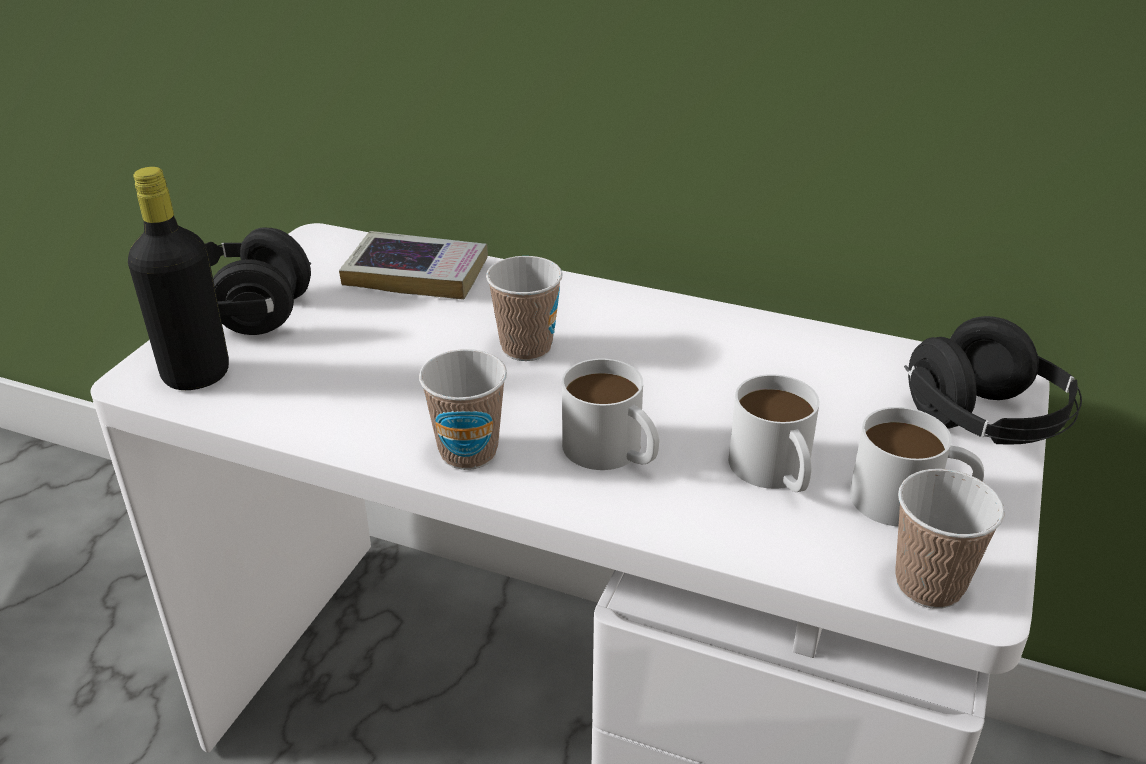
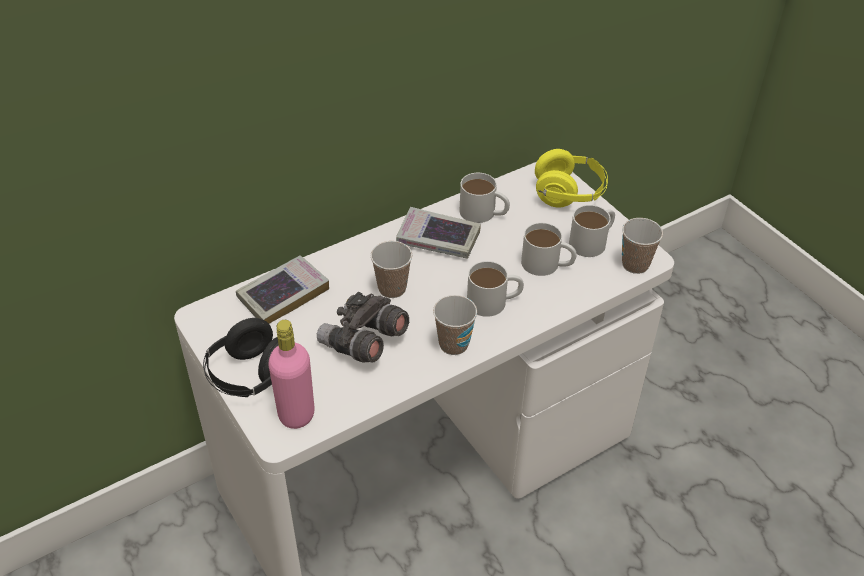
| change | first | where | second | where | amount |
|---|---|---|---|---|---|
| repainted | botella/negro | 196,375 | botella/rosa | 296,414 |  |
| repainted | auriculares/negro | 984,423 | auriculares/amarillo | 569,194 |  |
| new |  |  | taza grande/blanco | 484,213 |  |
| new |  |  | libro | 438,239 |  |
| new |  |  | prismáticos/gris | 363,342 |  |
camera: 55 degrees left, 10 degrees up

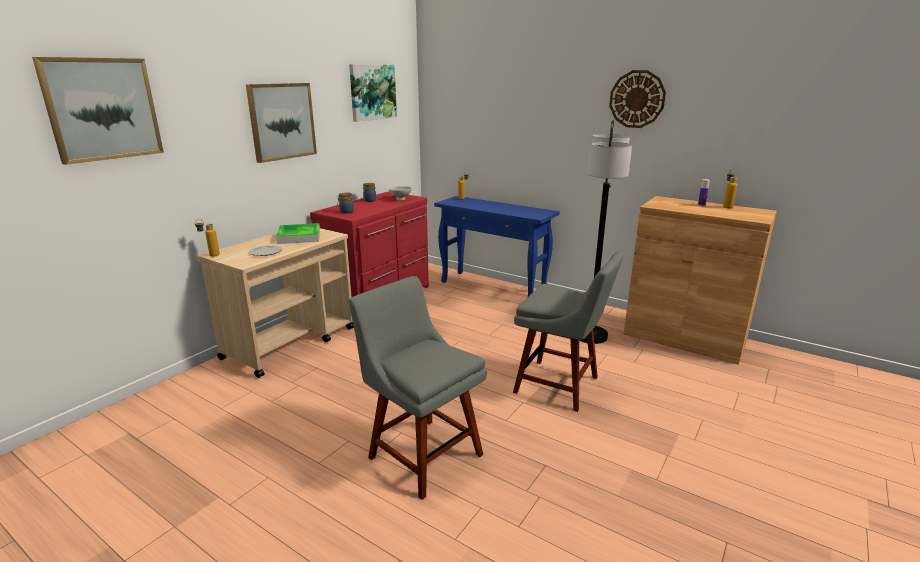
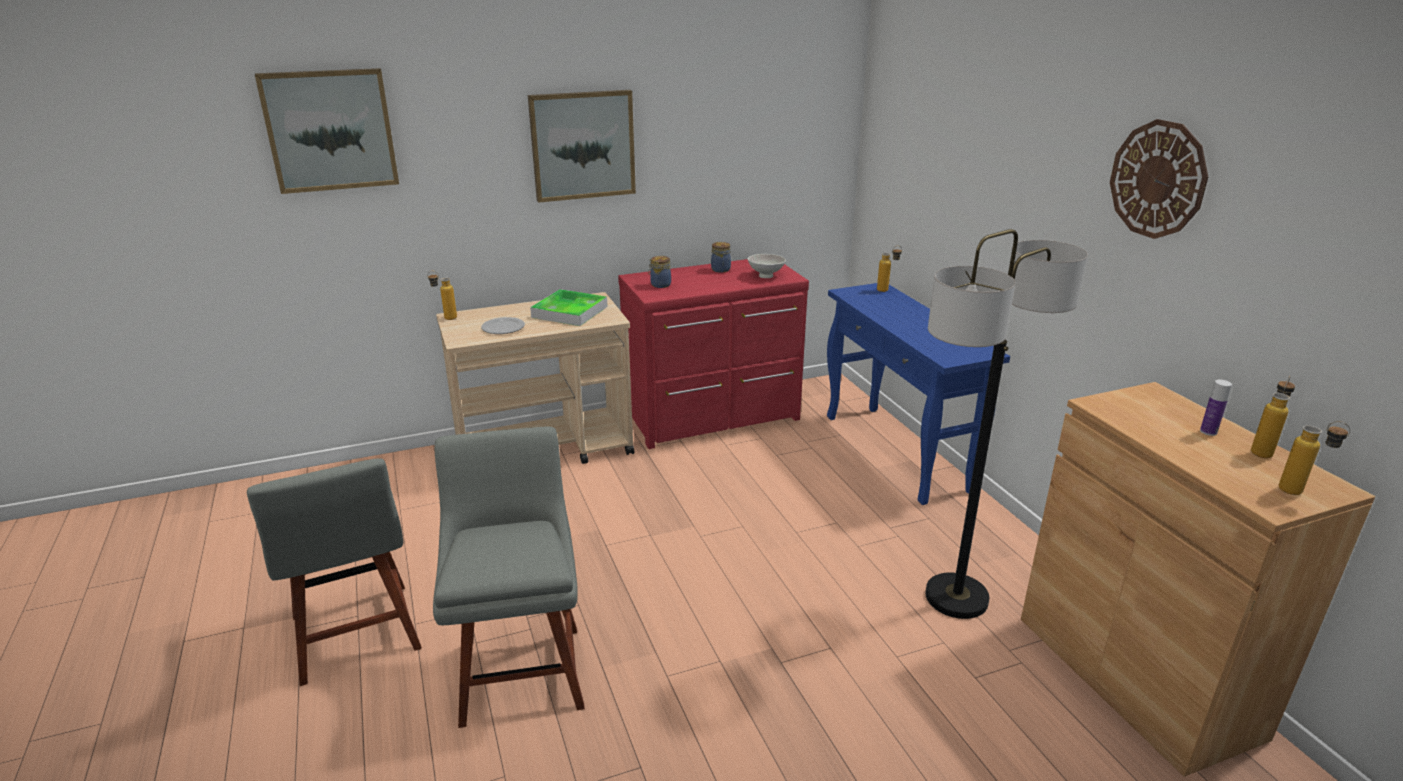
| change | first | where | second | where | amount |
|---|---|---|---|---|---|
| gone | cuadro | 372,92 |  |  |  |
| shifted | silla/gris | 561,386 |  | 356,637 |  |
| new |  |  | botella | 1300,493 |  |
camera: 35 degrees right, 5 degrees up

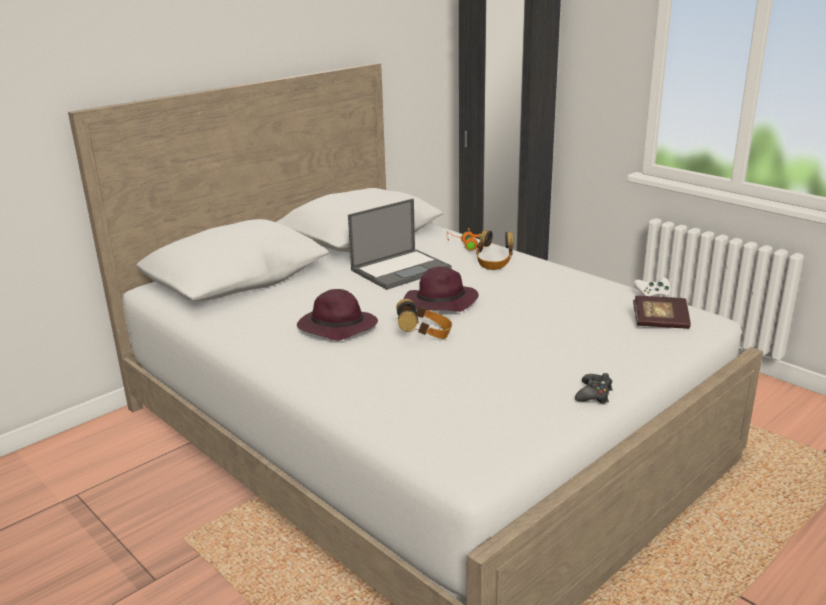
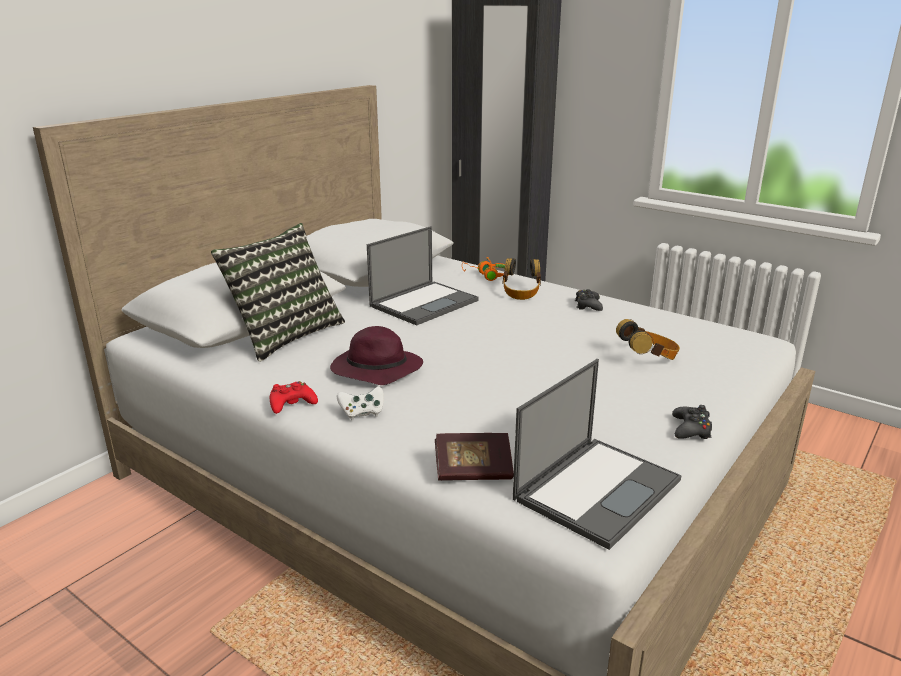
| change | first | where | second | where | amount |
|---|---|---|---|---|---|
| gone | sombrero/morado | 439,303 |  |  |  |
| shifted | mando de consola/blanco | 652,296 |  | 362,413 |  |
| shifted | libro | 660,323 |  | 473,471 |  |
| shifted | auriculares | 425,336 |  | 648,358 |  |
| new |  |  | cojín | 285,335 |  |
| new |  |  | mando de consola/negro | 588,305 |  |
| new |  |  | portátil | 598,488 |  |
| new |  |  | mando de consola/rojo | 292,403 |  |
camera: 10 degrees left, 0 degrees up

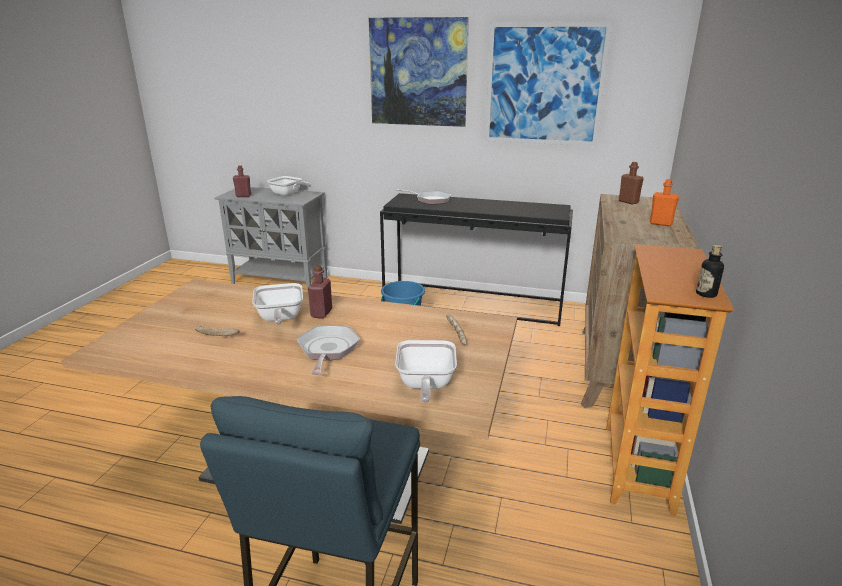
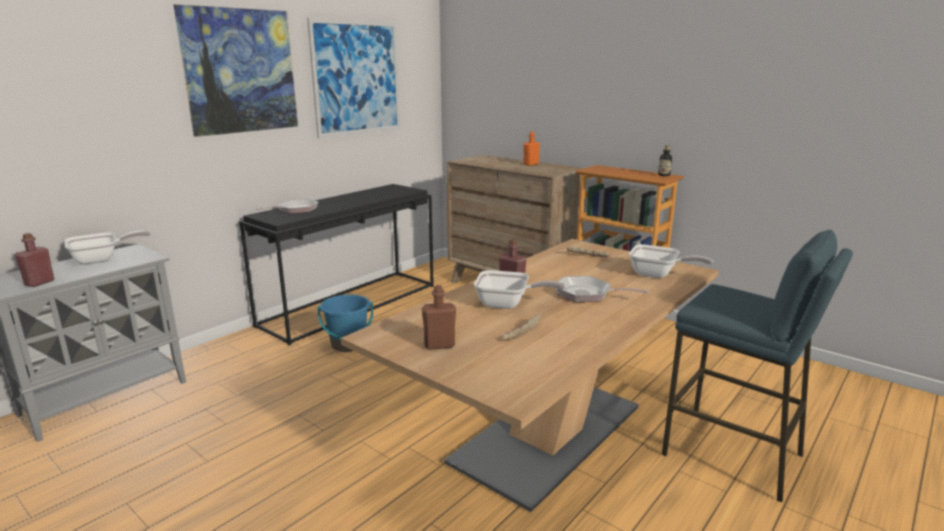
| change | first | where | second | where | amount |
|---|---|---|---|---|---|
| shifted | botella/marrón | 628,202 |  | 439,345 |  |
camera: 65 degrees left, 5 degrees down

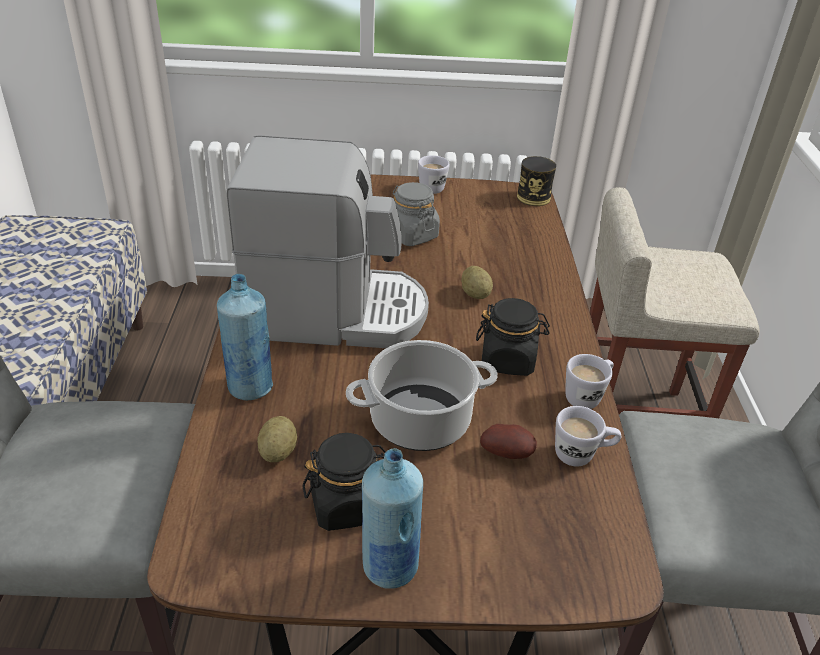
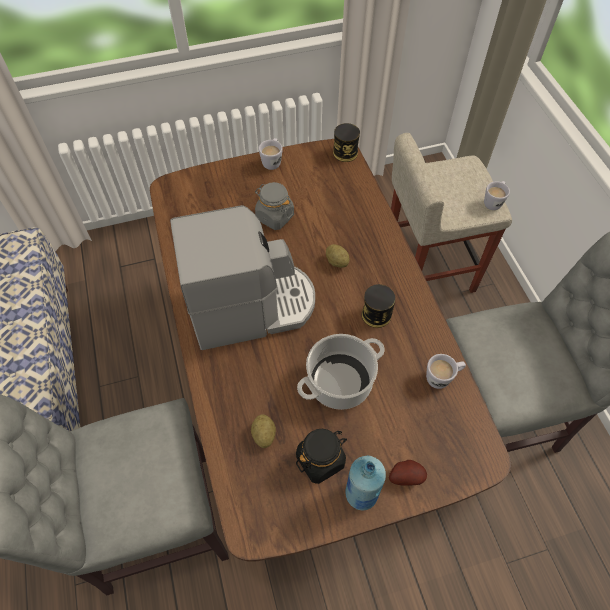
| change | first | where | second | where | amount |
|---|---|---|---|---|---|
| gone | botella/azul | 250,387 |  |  |  |
| swapped | tarro/negro | 508,360 | lata | 376,314 |  |
| shifted | taza grande/blanco | 587,396 |  | 493,202 |  |
| shifted | patata | 507,453 |  | 405,476 |  |
camera: 15 degrees left, 20 degrees up

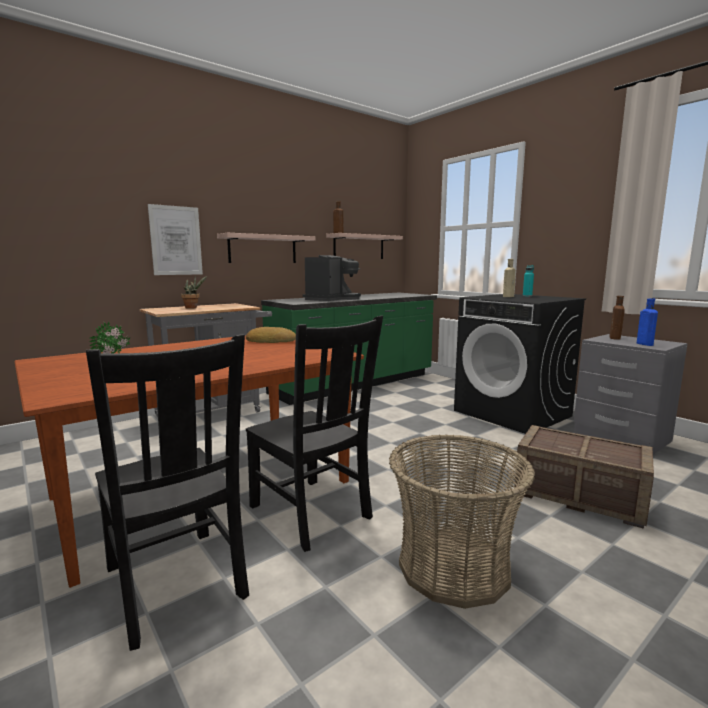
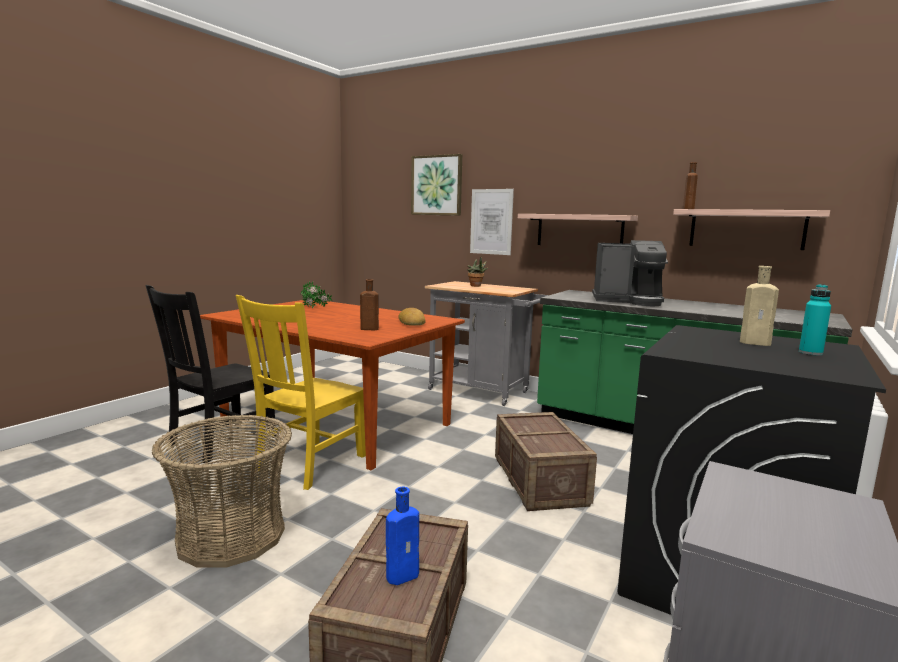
| change | first | where | second | where | amount |
|---|---|---|---|---|---|
| shifted | botella/marrón | 615,338 |  | 368,329 |  |
| shifted | botella/azul | 643,344 |  | 405,575 |  |
| repainted | silla/negro | 312,513 | silla/amarillo | 308,464 |  |
| new |  |  | cuadro | 437,185 |  |
| new |  |  | caja de embalaje | 540,481 |  |
camera: 70 degrees right, 0 degrees up

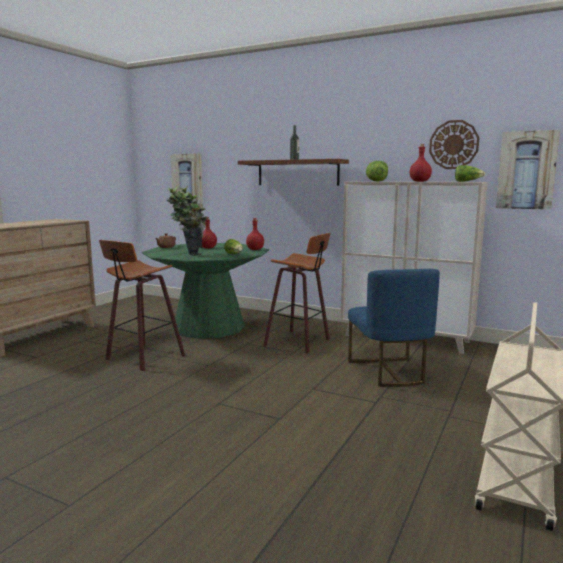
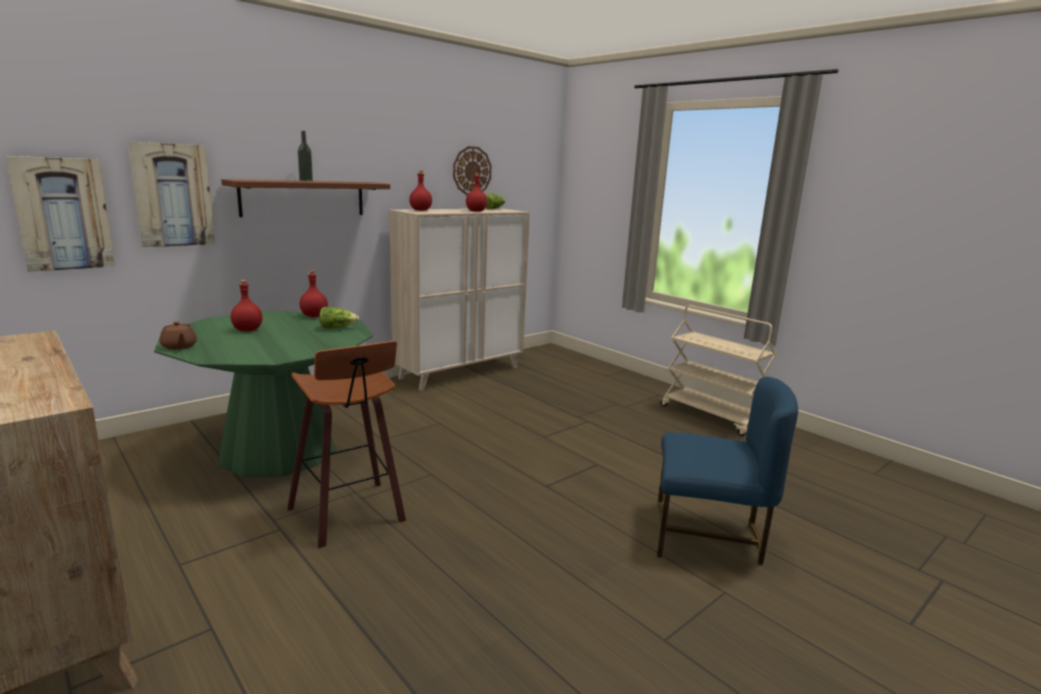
| change | first | where | second | where | amount |
|---|---|---|---|---|---|
| shifted | cuadro | 526,170 |  | 173,195 |  |
| swapped | lechuga | 376,181 | botella/rojo | 421,210 |  |
| gone | planta en maceta | 188,254 |  |  |  |
| gone | taburete | 300,342 |  |  |  |
| shifted | silla/azul | 389,372 |  | 707,536 |  |
camera: 70 degrees left, 5 degrees up

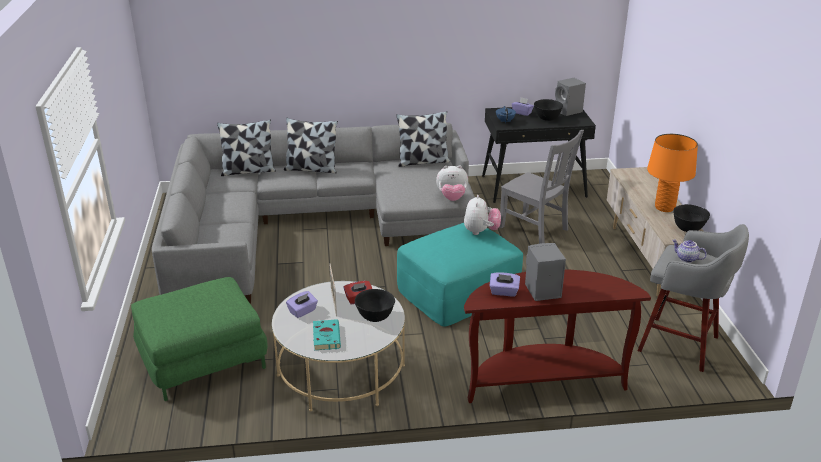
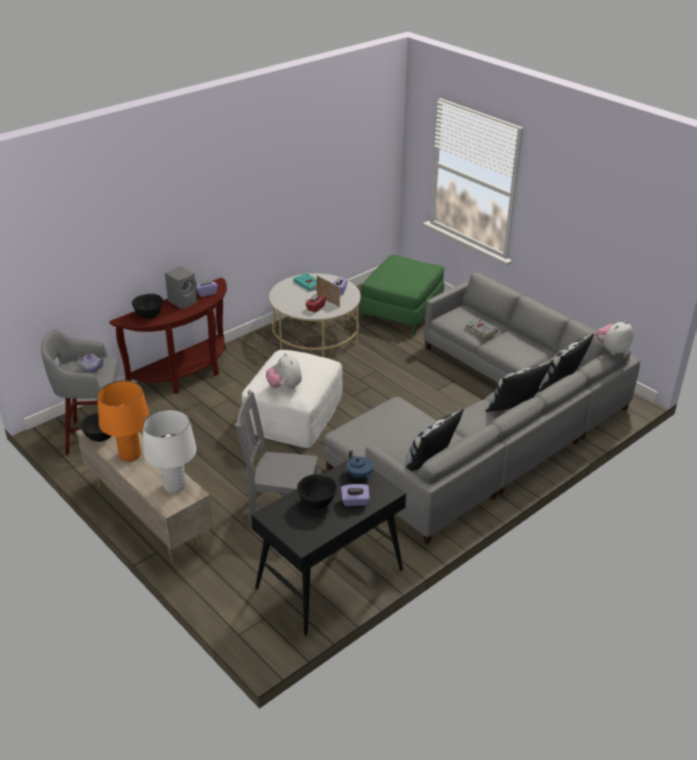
| change | first | where | second | where | amount |
|---|---|---|---|---|---|
| gone | altavoz/gris | 568,111 |  |  |  |
| shifted | peluche | 452,198 |  | 612,350 |  |
| repainted | puf/turquesa | 458,291 | puf/blanco | 293,414 |  |
| shifted | cuenco/negro | 375,317 |  | 149,315 |  |
| new |  |  | libro/gris | 480,330 |  |
| new |  |  | lámpara de mesa/blanco | 174,486 |  |
camera: 145 degrees right, 5 degrees up

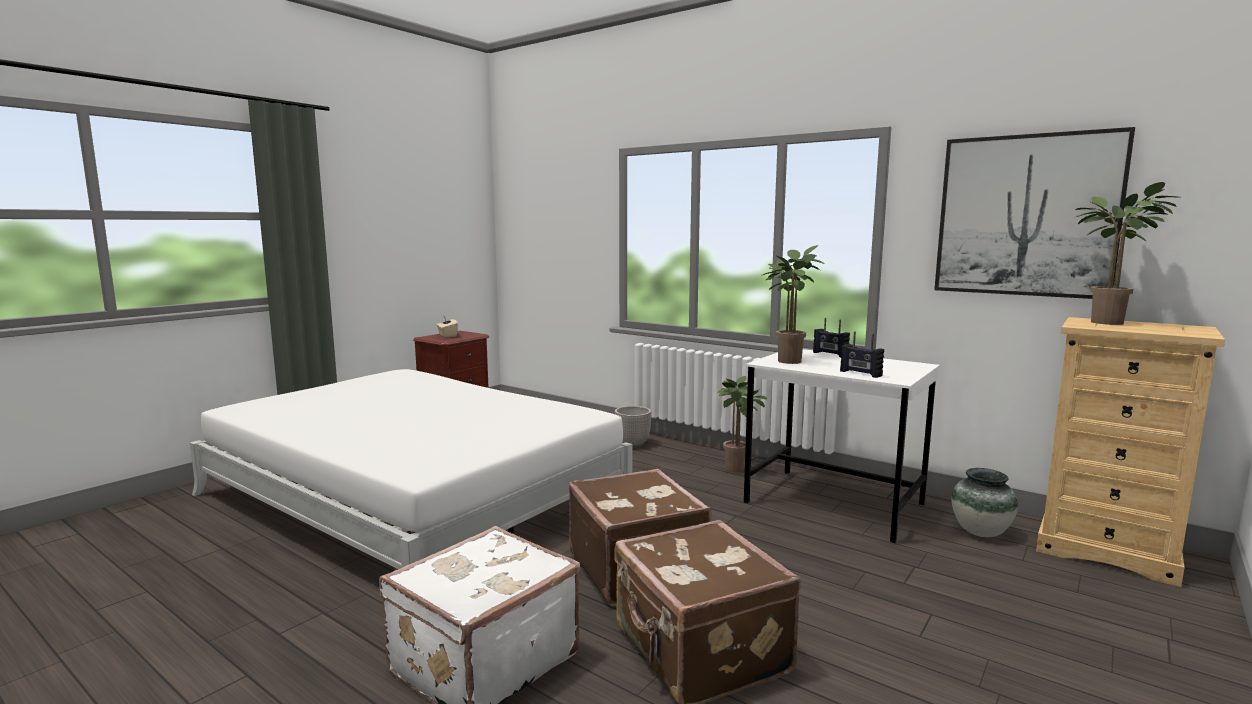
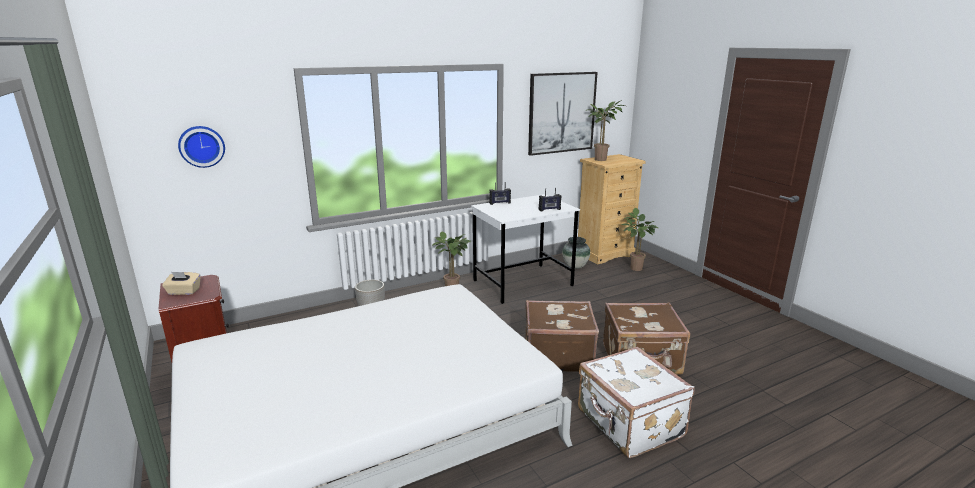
| change | first | where | second | where | amount |
|---|---|---|---|---|---|
| shifted | planta en maceta | 788,360 |  | 634,268 |  |
| new |  |  | reloj de pared | 201,146 |  |
camera: 65 degrees left, 10 degrees up

